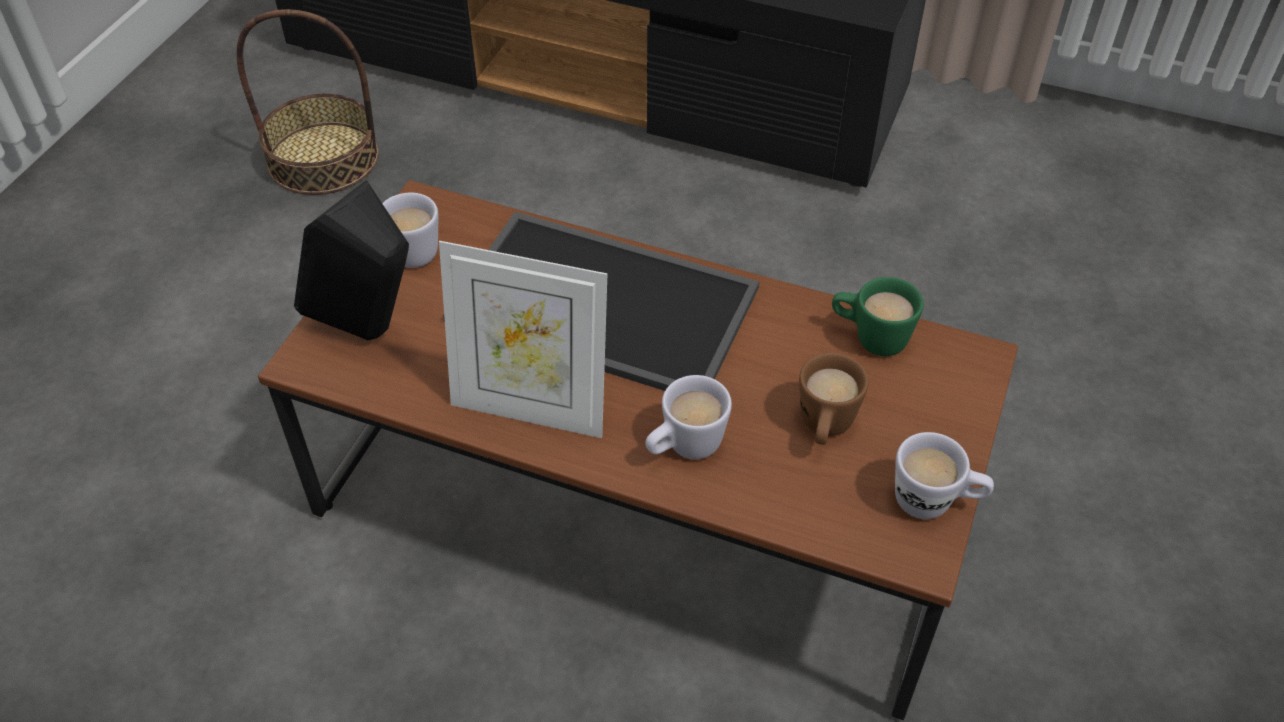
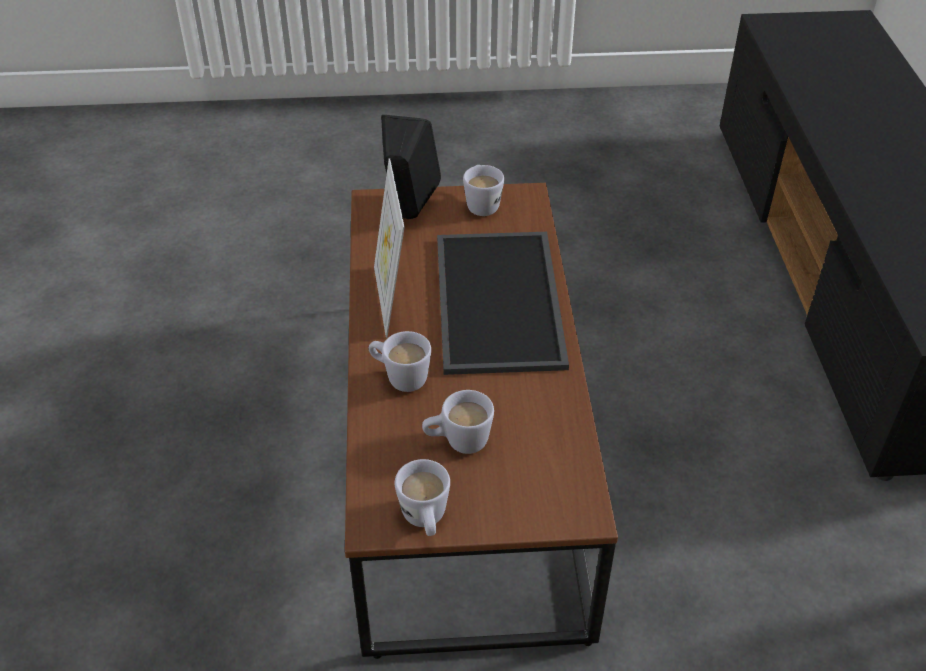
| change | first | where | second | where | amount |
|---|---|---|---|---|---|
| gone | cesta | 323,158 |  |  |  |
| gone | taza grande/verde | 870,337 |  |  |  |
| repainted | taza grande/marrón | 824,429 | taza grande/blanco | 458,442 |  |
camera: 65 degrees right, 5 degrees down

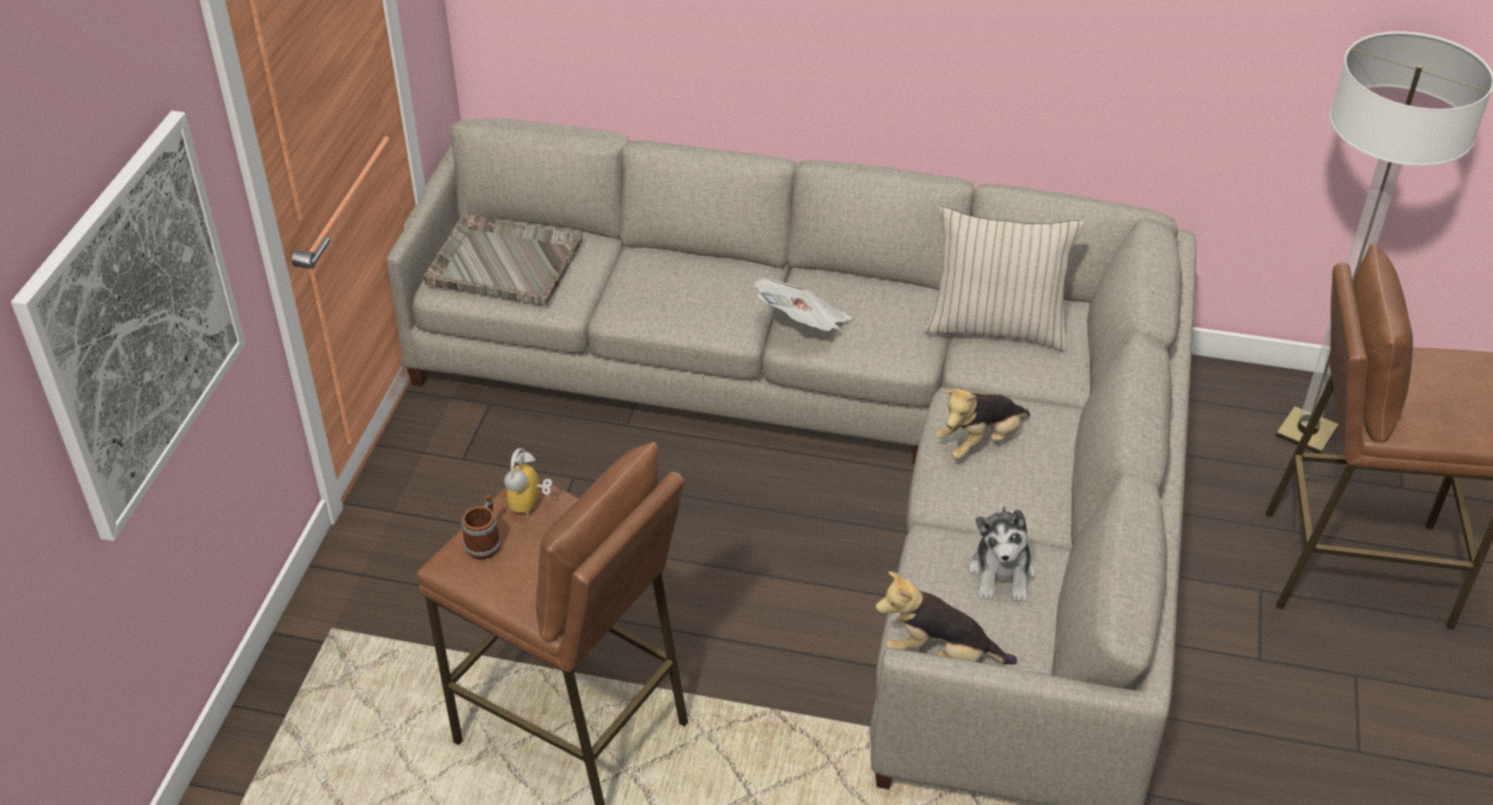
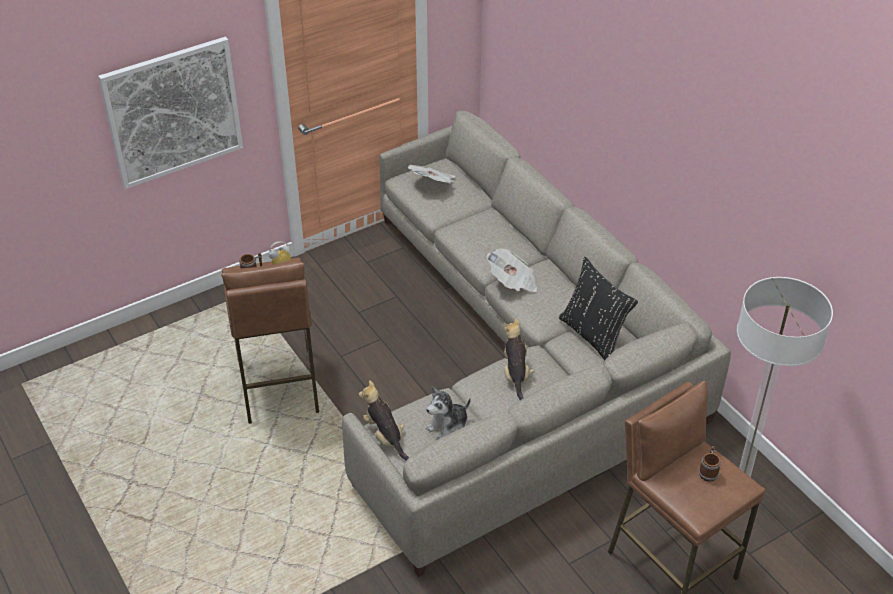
| change | first | where | second | where | amount |
|---|---|---|---|---|---|
| repainted | cojín/beis | 996,328 | cojín/negro | 593,336 |  |
| swapped | bandeja/gris | 503,262 | periódico | 433,184 |  |
| rotated | peluche | 980,442 |  | 516,374 | 75 degrees clockwise |
| new |  |  | taza grande | 708,471 |  |
camera: 45 degrees right, 0 degrees up

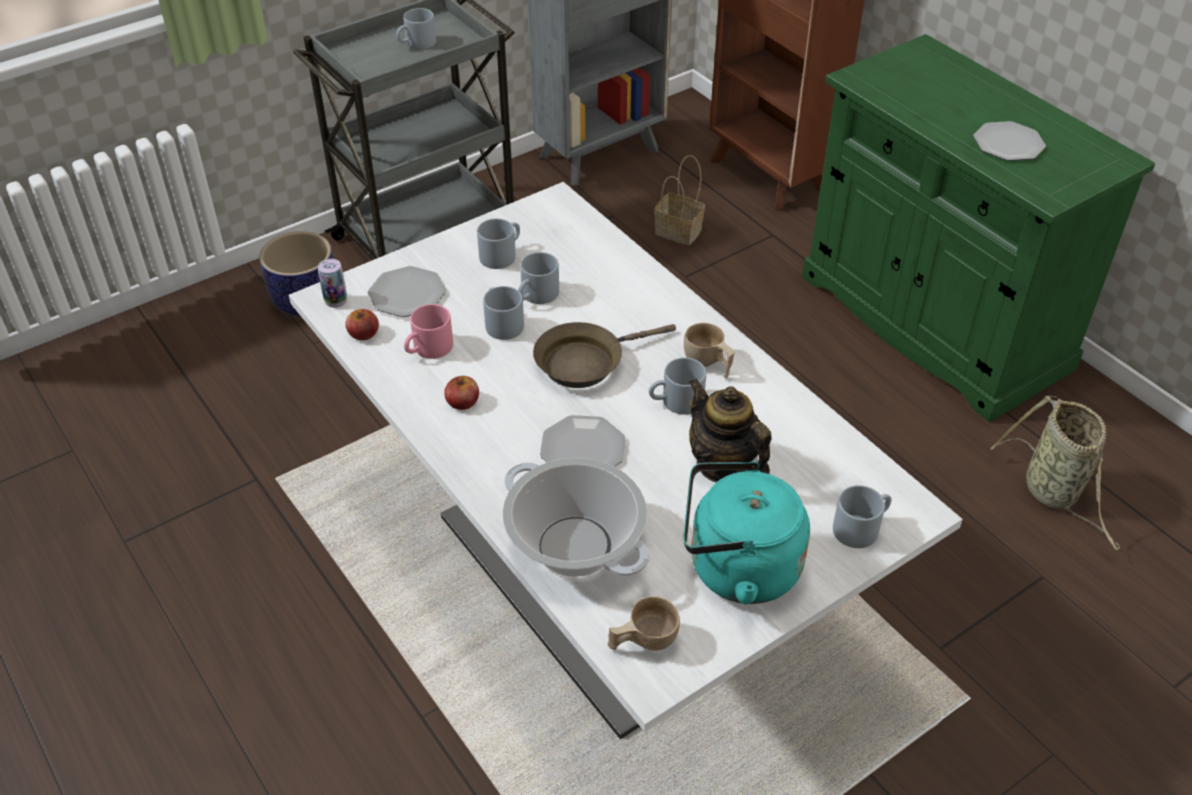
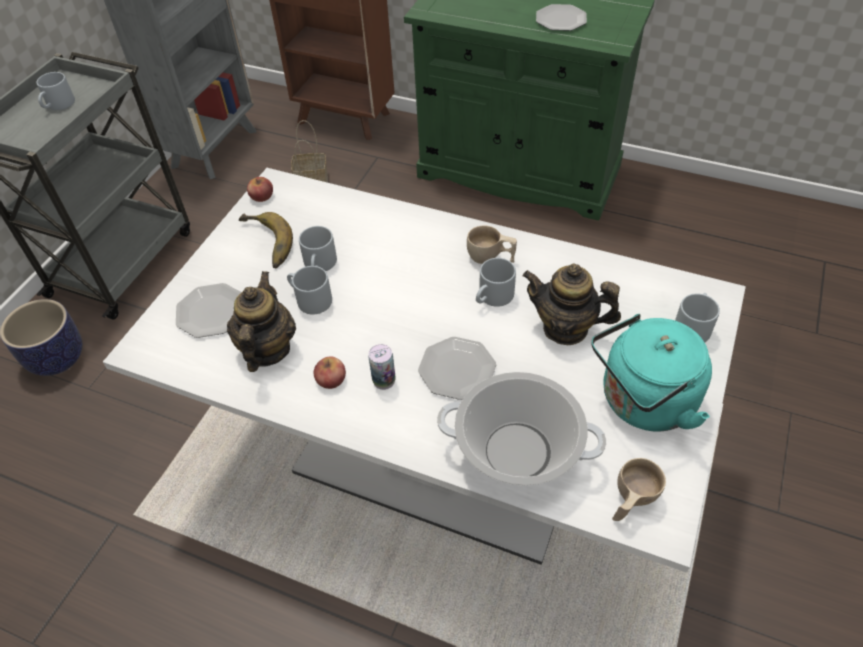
| change | first | where | second | where | amount |
|---|---|---|---|---|---|
| swapped | taza grande/gris | 501,254 | plátano | 264,244 |  |
| shifted | lata | 336,300 |  | 384,380 |  |
| swapped | taza grande/rosa | 428,349 | tetera | 267,350 |  |
| shifted | manzana | 363,333 |  | 262,196 |  |
| gone | sartén/marrón | 585,362 |  |  |  |
| gone | cesta | 1054,493 |  |  |  |
camera: 30 degrees left, 5 degrees up

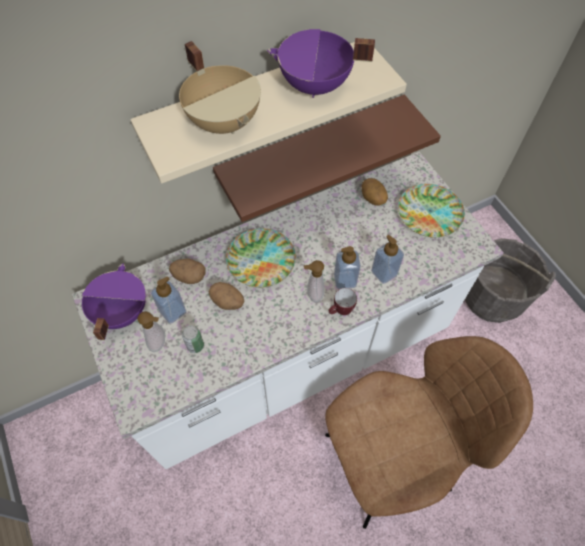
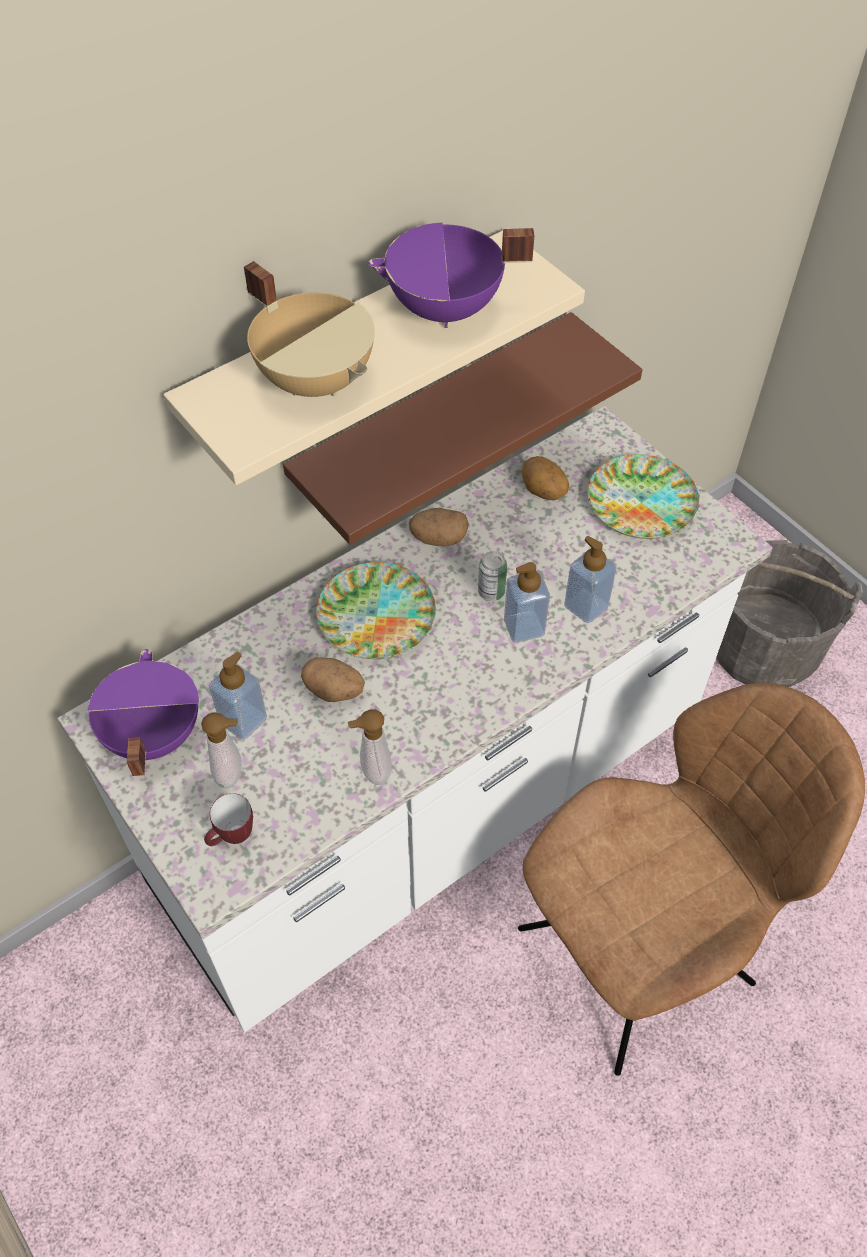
| change | first | where | second | where | amount |
|---|---|---|---|---|---|
| shifted | patata | 189,276 |  | 438,538 |  |
| shifted | dispensador de jabón | 313,294 |  | 372,771 |  |
| shifted | taza grande | 340,312 |  | 232,838 |  |
| shifted | lata | 195,345 |  | 491,592 |  |
camera: 10 degrees left, 5 degrees down

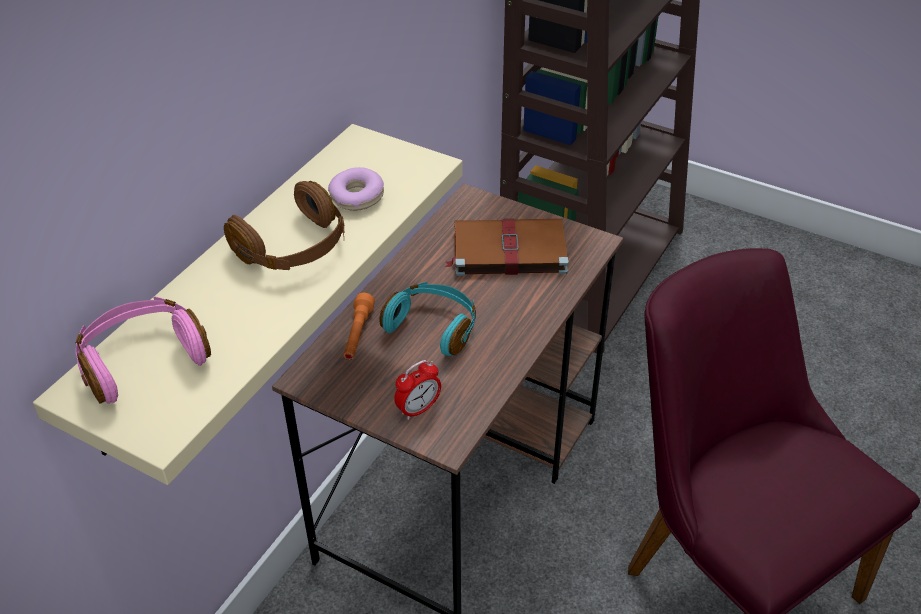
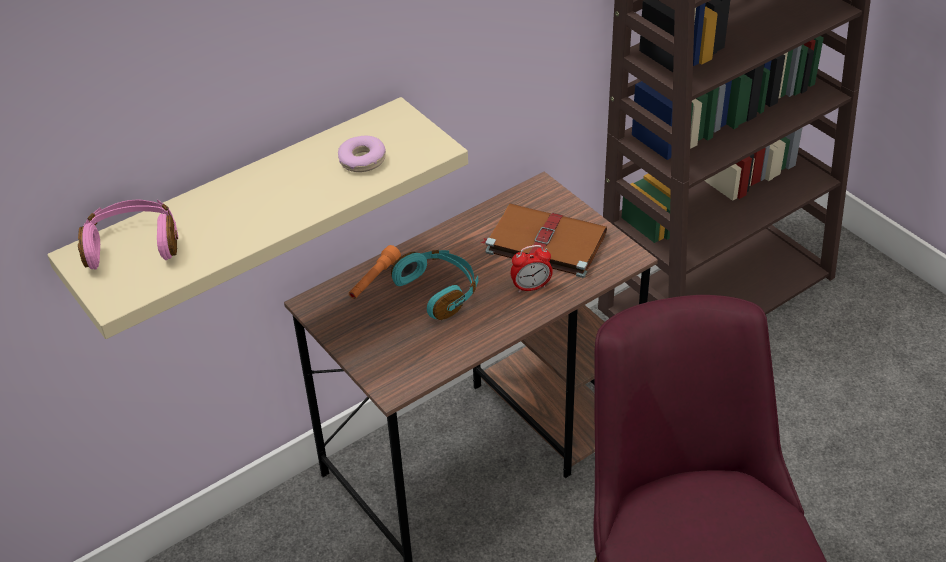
| change | first | where | second | where | amount |
|---|---|---|---|---|---|
| gone | auriculares/marrón | 294,248 |  |  |  |
| shifted | despertador | 418,409 |  | 531,287 |  |
camera: 25 degrees right, 0 degrees up

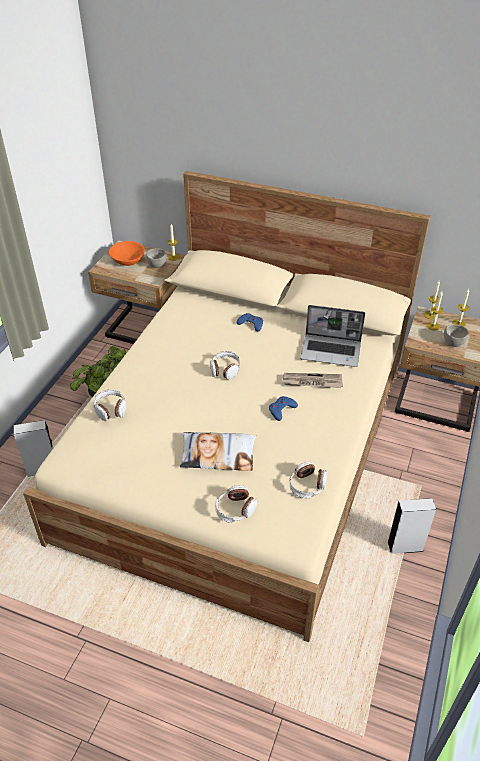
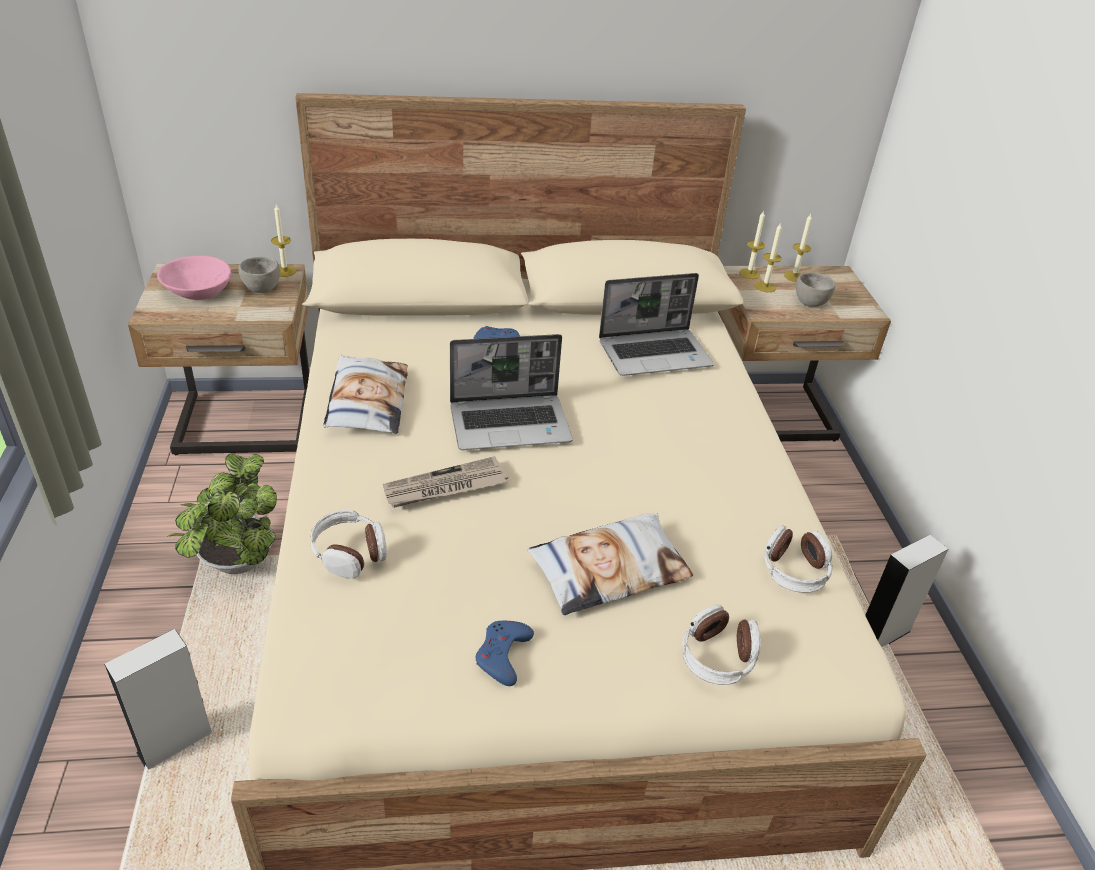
| change | first | where | second | where | amount |
|---|---|---|---|---|---|
| repainted | cuenco/naranja | 127,259 | cuenco/rosa | 198,290 |  |
| swapped | auriculares | 225,369 | portátil | 511,423 |  |
| shifted | periódico | 312,382 |  | 445,487 |  |
| shifted | mando de consola/azul | 281,410 |  | 503,655 |  |
| new |  |  | cojín | 366,402 |  |
camera: 30 degrees left, 5 degrees down

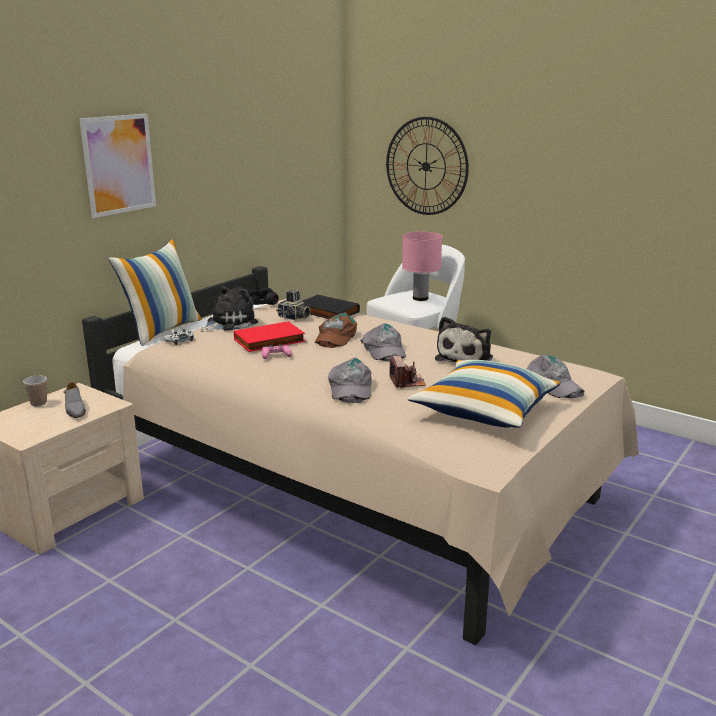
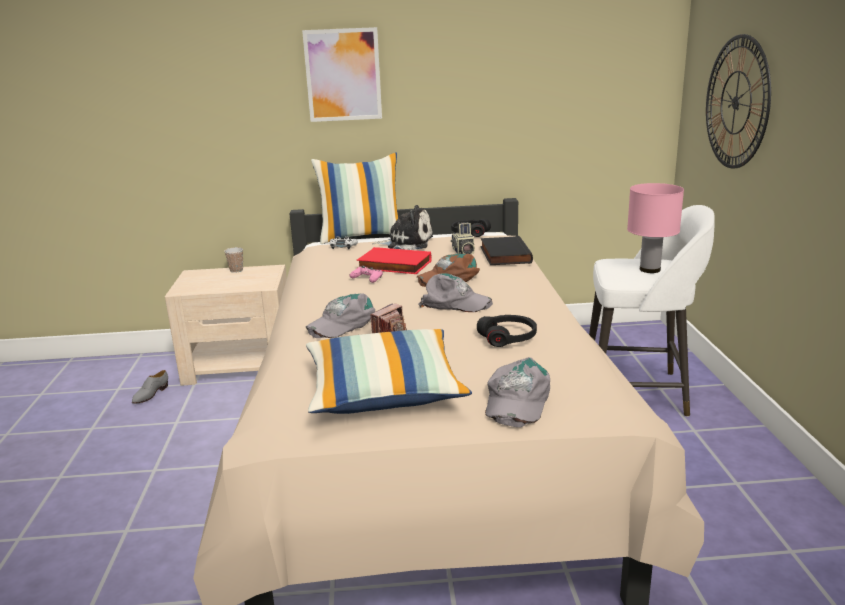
| change | first | where | second | where | amount |
|---|---|---|---|---|---|
| swapped | peluche | 466,358 | auriculares/negro | 508,338 |  |
| rotated | gorra/gris | 383,350 |  | 455,303 | 105 degrees counterclockwise |
| shifted | zapato/gris | 75,409 |  | 150,394 |  |
camera: 50 degrees right, 0 degrees up

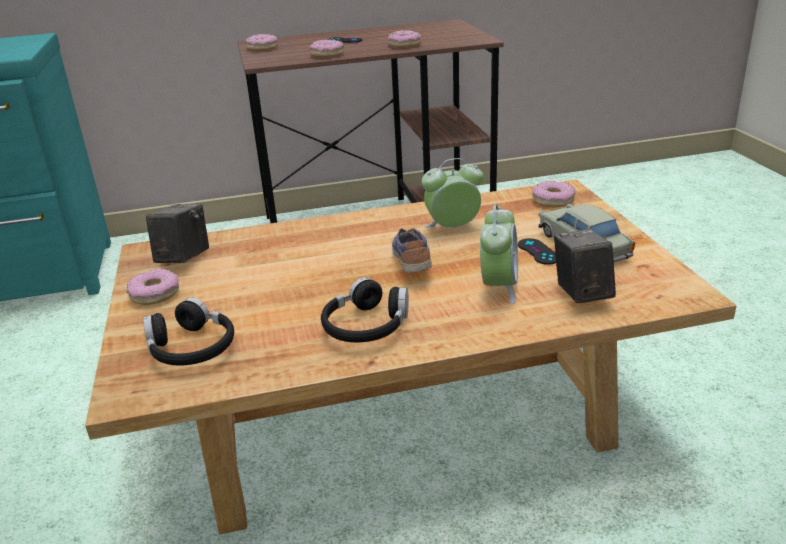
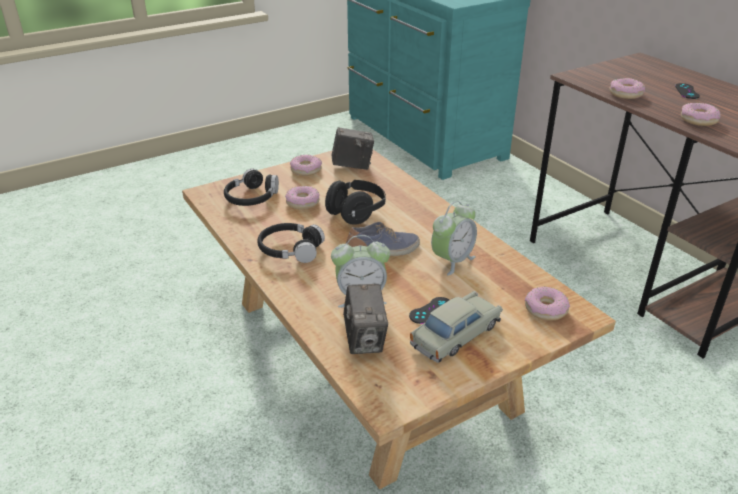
| change | first | where | second | where | amount |
|---|---|---|---|---|---|
| shifted | rosquilla | 262,48 |  | 302,202 |  |
| rotated | despertador | 452,228 |  | 452,261 | 75 degrees clockwise |
| rotated | cámara | 581,294 |  | 365,340 | 105 degrees clockwise |
| new |  |  | auriculares/negro | 356,213 |  |
camera: 70 degrees right, 5 degrees up

